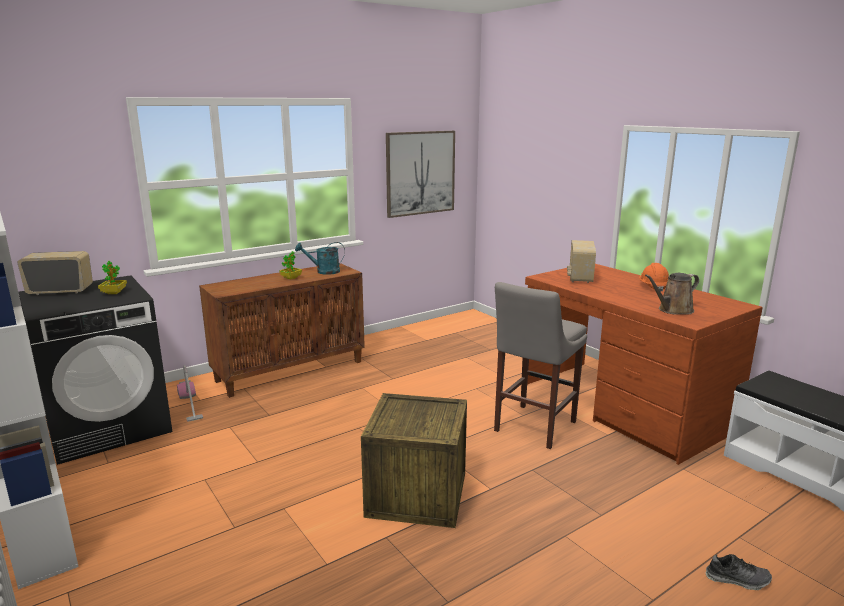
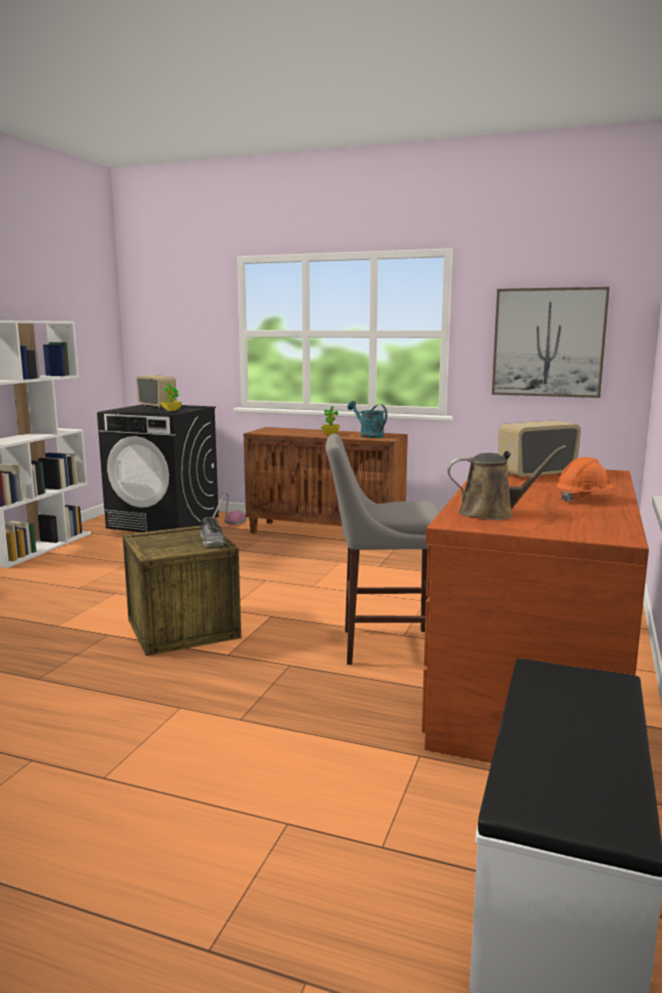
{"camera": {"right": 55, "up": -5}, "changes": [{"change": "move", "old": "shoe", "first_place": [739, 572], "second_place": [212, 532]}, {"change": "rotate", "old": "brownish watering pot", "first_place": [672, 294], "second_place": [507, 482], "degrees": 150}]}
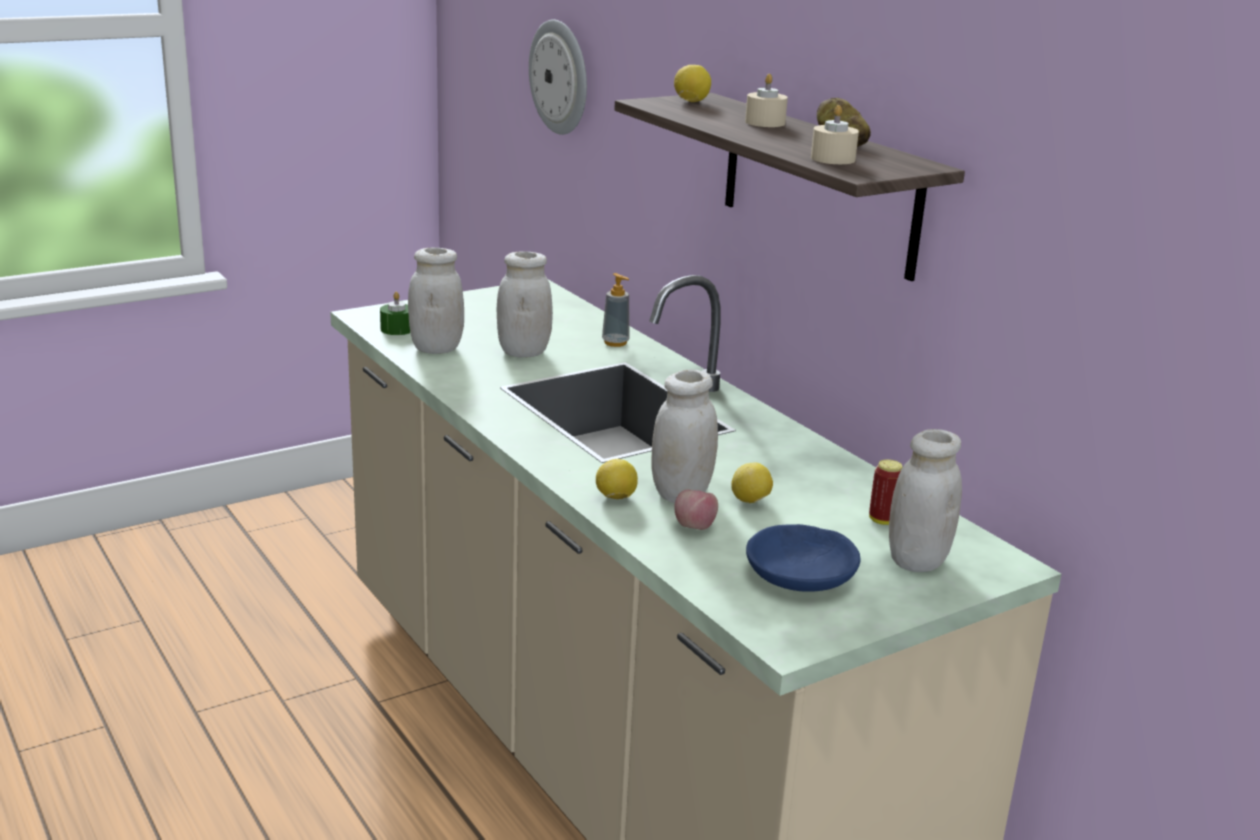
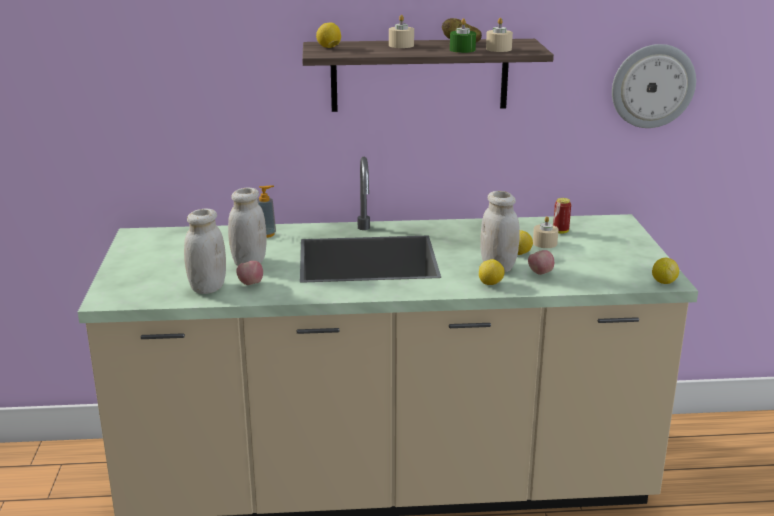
{"camera": {"right": -60, "up": 0}, "changes": [{"change": "insert", "new": "apple", "second_place": [249, 273]}, {"change": "move", "old": "green-coloured candle", "first_place": [395, 313], "second_place": [463, 35]}, {"change": "insert", "new": "beige candle", "second_place": [546, 232]}, {"change": "move", "old": "wall clock", "first_place": [558, 77], "second_place": [654, 86]}, {"change": "insert", "new": "whole lemon", "second_place": [665, 271]}, {"change": "delete", "old": "blue-coloured bowl", "first_place": [803, 558]}, {"change": "delete", "old": "white-coloured jar", "first_place": [925, 500]}]}
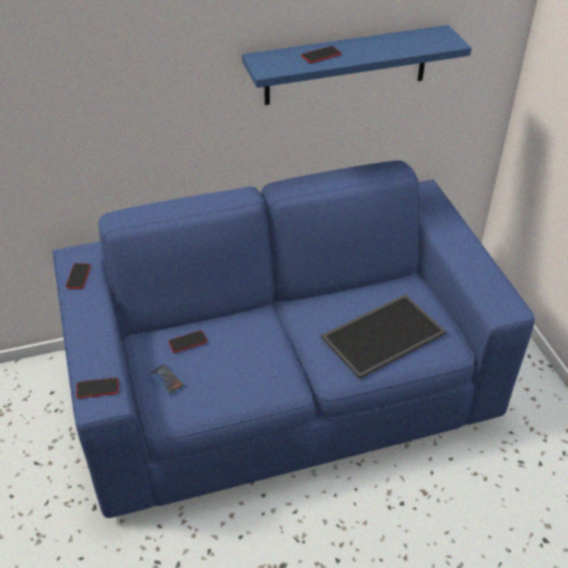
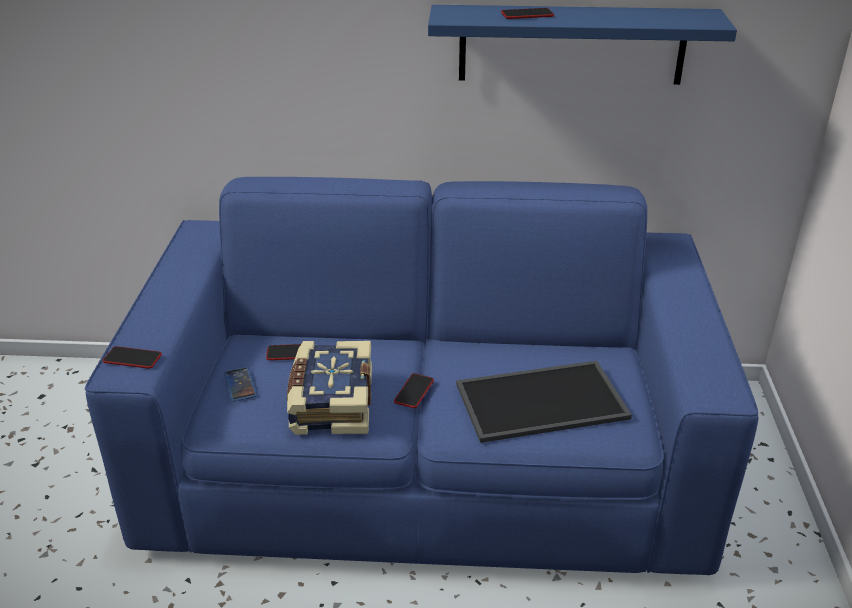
{"camera": {"right": 20, "up": -10}, "changes": [{"change": "insert", "new": "volume", "second_place": [329, 388]}, {"change": "move", "old": "telephone", "first_place": [78, 276], "second_place": [414, 390]}]}
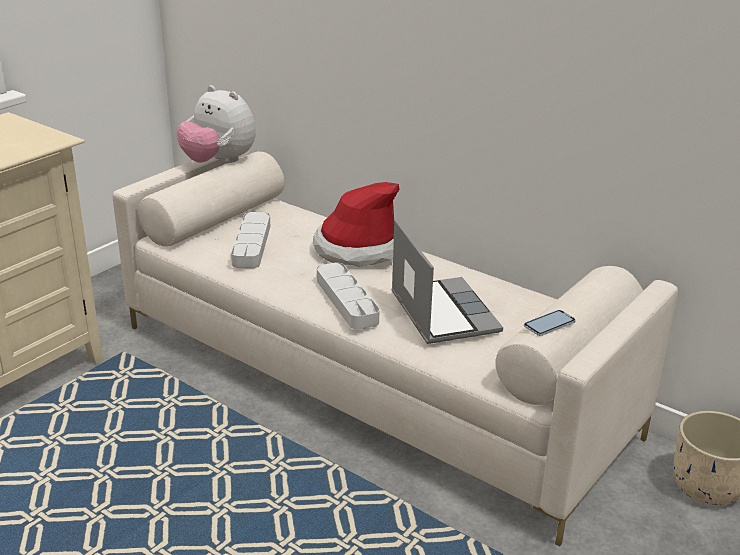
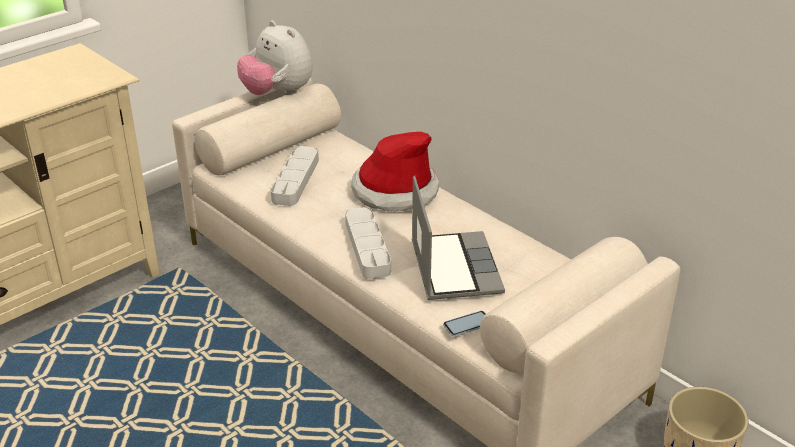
{"camera": {"right": 10, "up": 5}, "changes": [{"change": "move", "old": "telephone", "first_place": [550, 323], "second_place": [464, 324]}]}
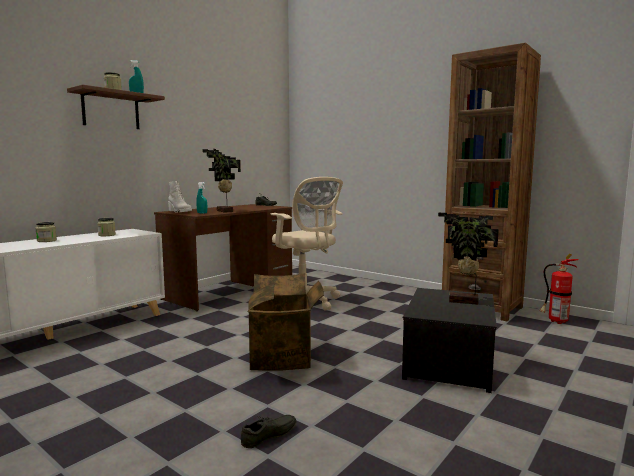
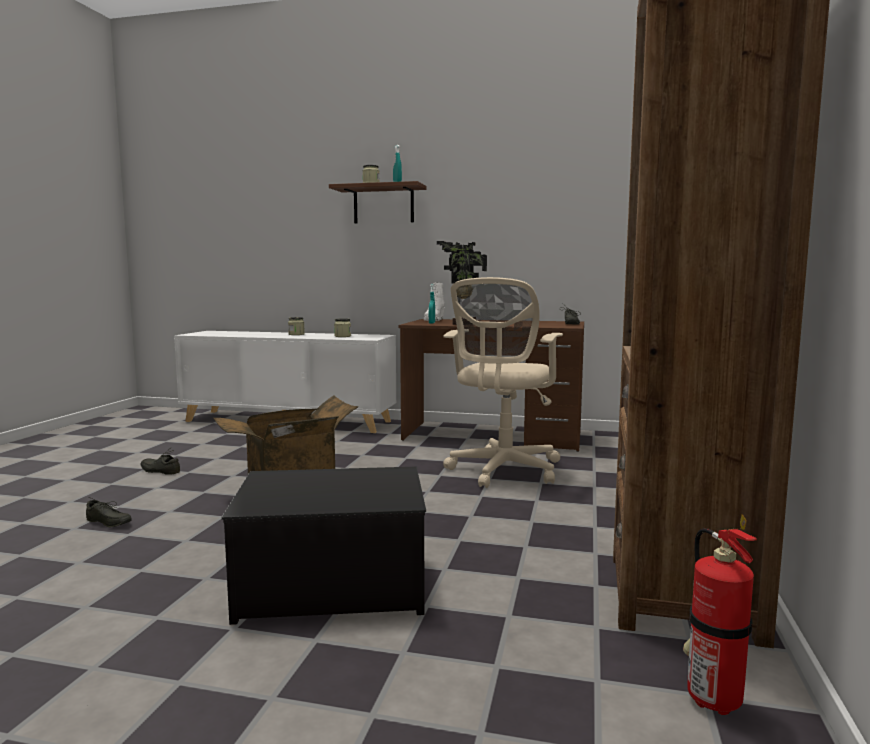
{"camera": {"right": 65, "up": 0}, "changes": [{"change": "insert", "new": "gray shoe", "second_place": [160, 460]}, {"change": "delete", "old": "plant in a pot", "first_place": [468, 258]}]}
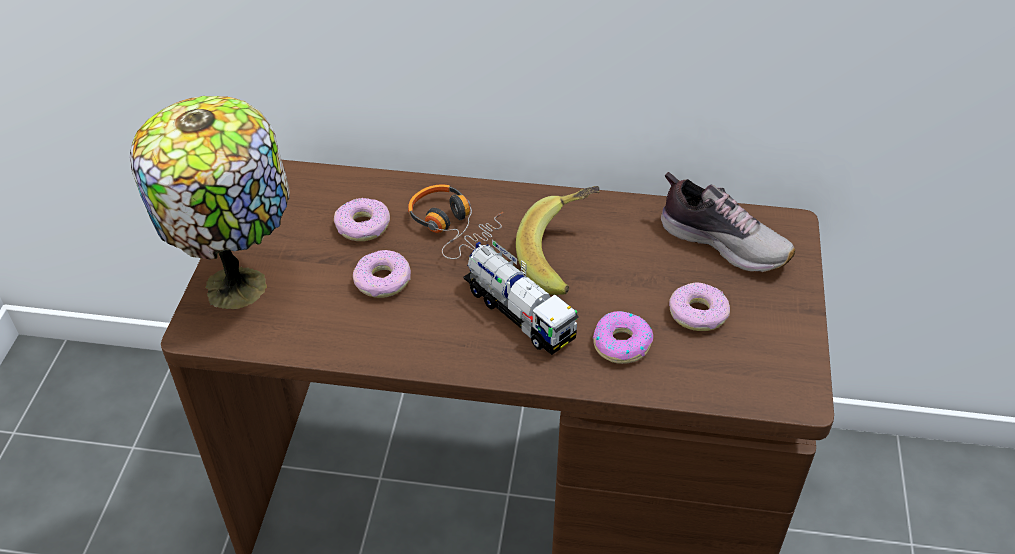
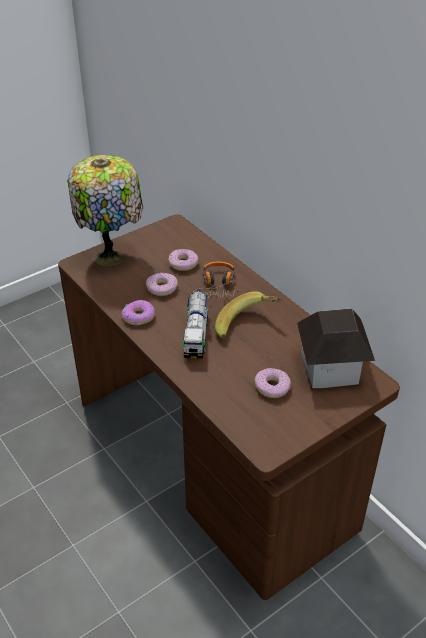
{"camera": {"right": 45, "up": -5}, "changes": [{"change": "move", "old": "ring doughnut", "first_place": [623, 337], "second_place": [138, 312]}, {"change": "replace", "old": "shoe", "new": "miniature house", "first_place": [728, 222], "second_place": [336, 348]}]}
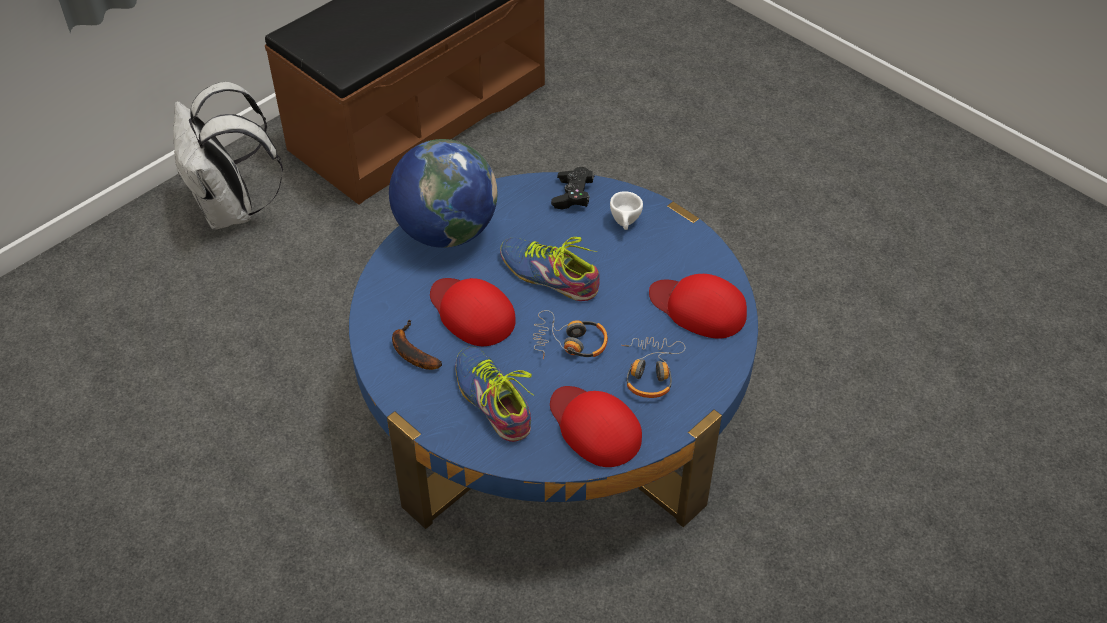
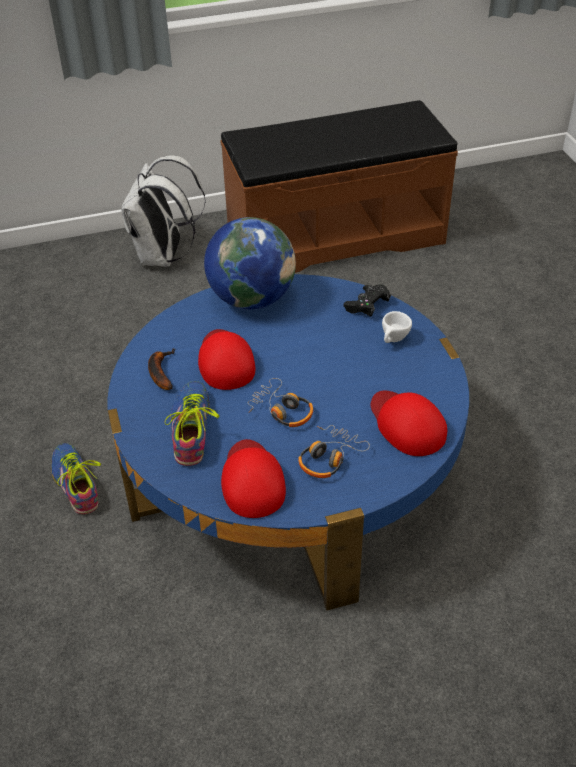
{"camera": {"right": 30, "up": -5}, "changes": [{"change": "move", "old": "shoe", "first_place": [550, 269], "second_place": [76, 478]}]}
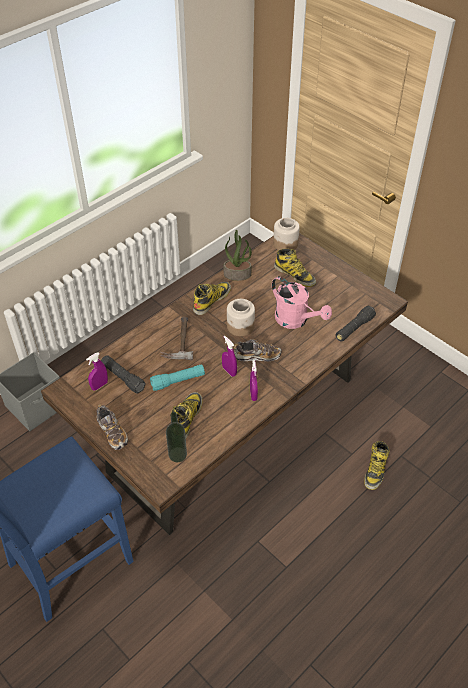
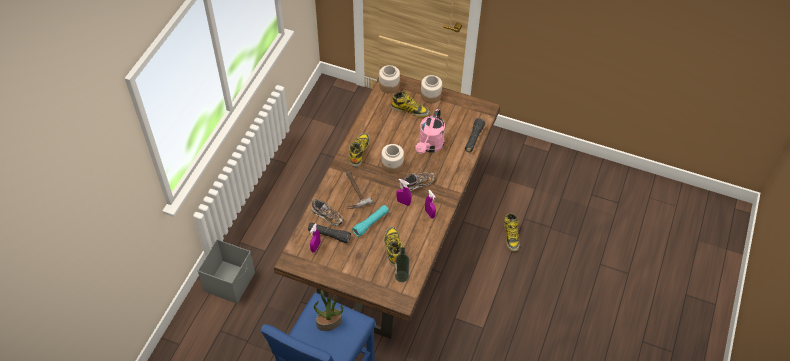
{"camera": {"right": -25, "up": 5}, "changes": [{"change": "move", "old": "shoe", "first_place": [112, 427], "second_place": [327, 212]}, {"change": "move", "old": "plant in a pot", "first_place": [238, 255], "second_place": [328, 310]}, {"change": "rotate", "old": "pink-coloured watering pot", "first_place": [302, 302], "second_place": [430, 131], "degrees": 90}, {"change": "insert", "new": "jar", "second_place": [431, 89]}]}
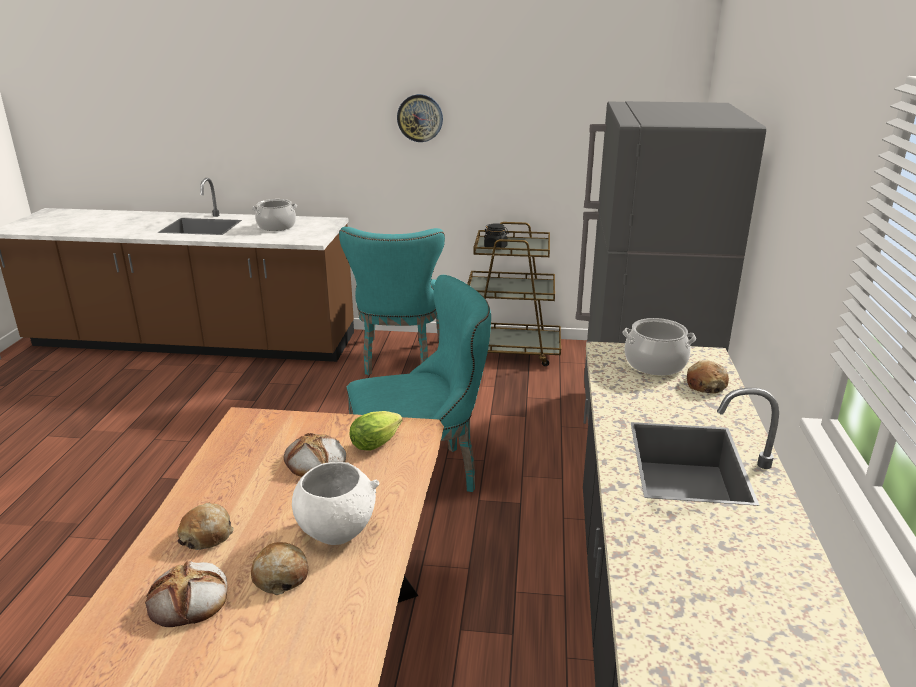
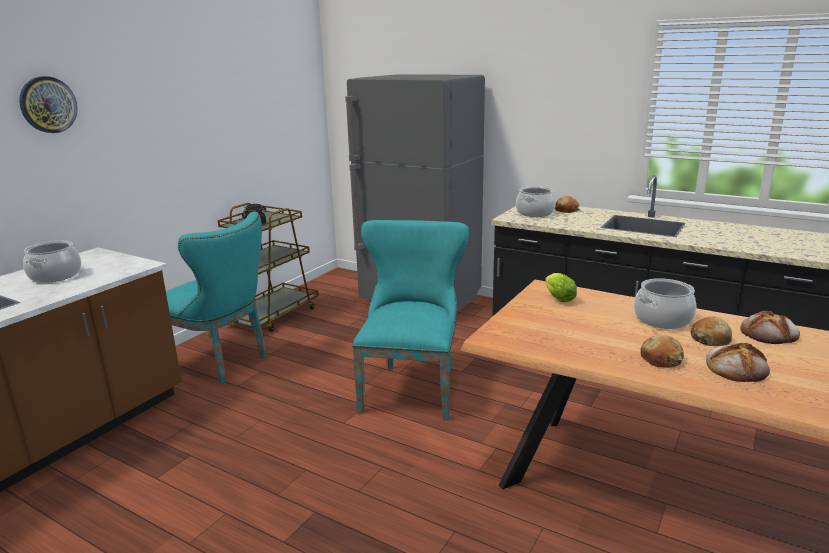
{"camera": {"right": -65, "up": -5}, "changes": [{"change": "move", "old": "wall clock", "first_place": [420, 118], "second_place": [48, 104]}, {"change": "replace", "old": "white-coloured bowl", "new": "saucepot", "first_place": [335, 503], "second_place": [665, 303]}, {"change": "move", "old": "baked bread", "first_place": [315, 455], "second_place": [770, 327]}]}
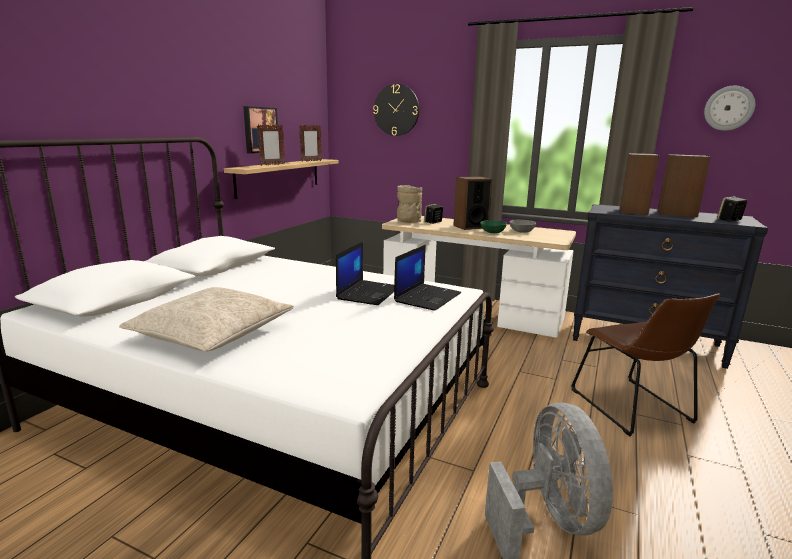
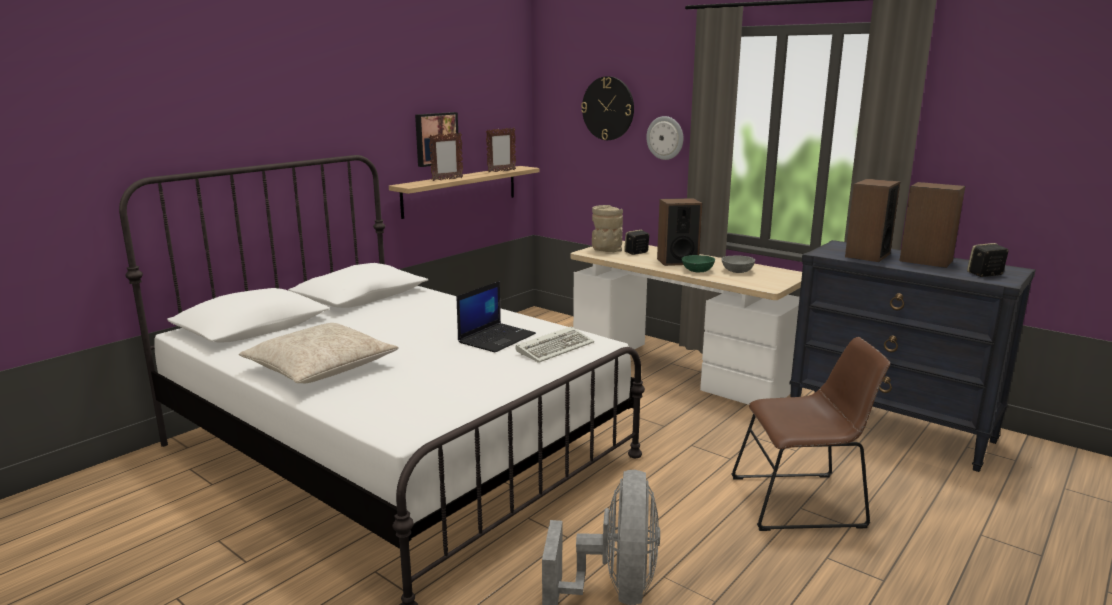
{"camera": {"right": 15, "up": 0}, "changes": [{"change": "replace", "old": "portable computer", "new": "computer keyboard", "first_place": [427, 278], "second_place": [554, 344]}, {"change": "move", "old": "wall clock", "first_place": [729, 108], "second_place": [664, 138]}, {"change": "rotate", "old": "brownish upright chair", "first_place": [645, 364], "second_place": [810, 434], "degrees": -90}]}
